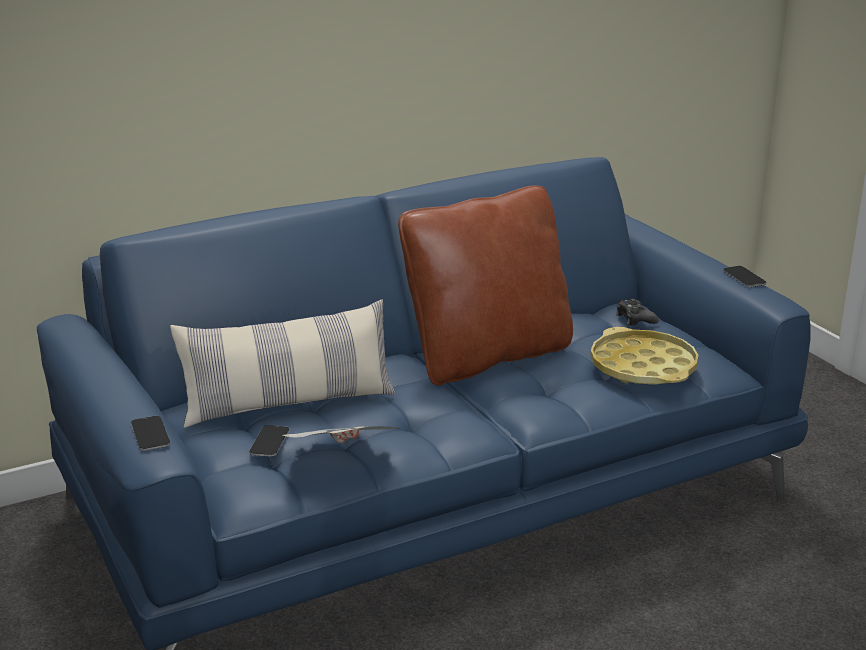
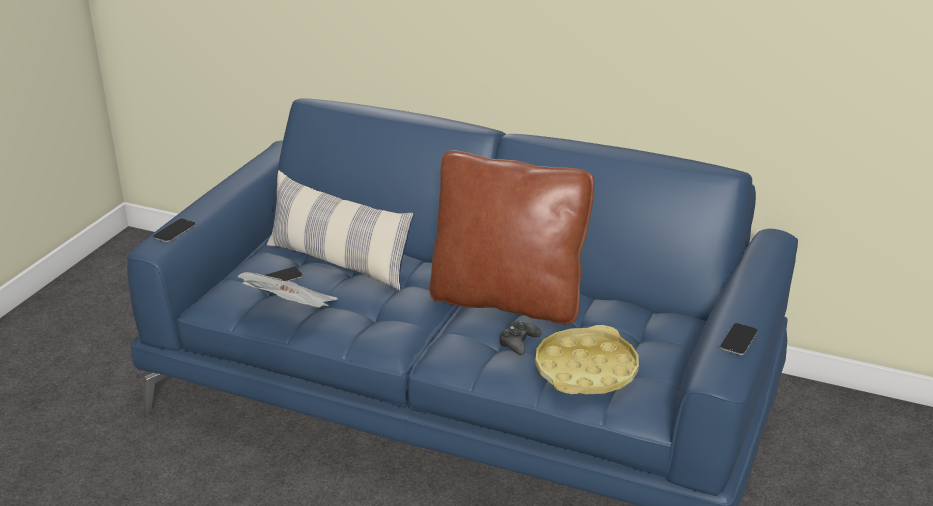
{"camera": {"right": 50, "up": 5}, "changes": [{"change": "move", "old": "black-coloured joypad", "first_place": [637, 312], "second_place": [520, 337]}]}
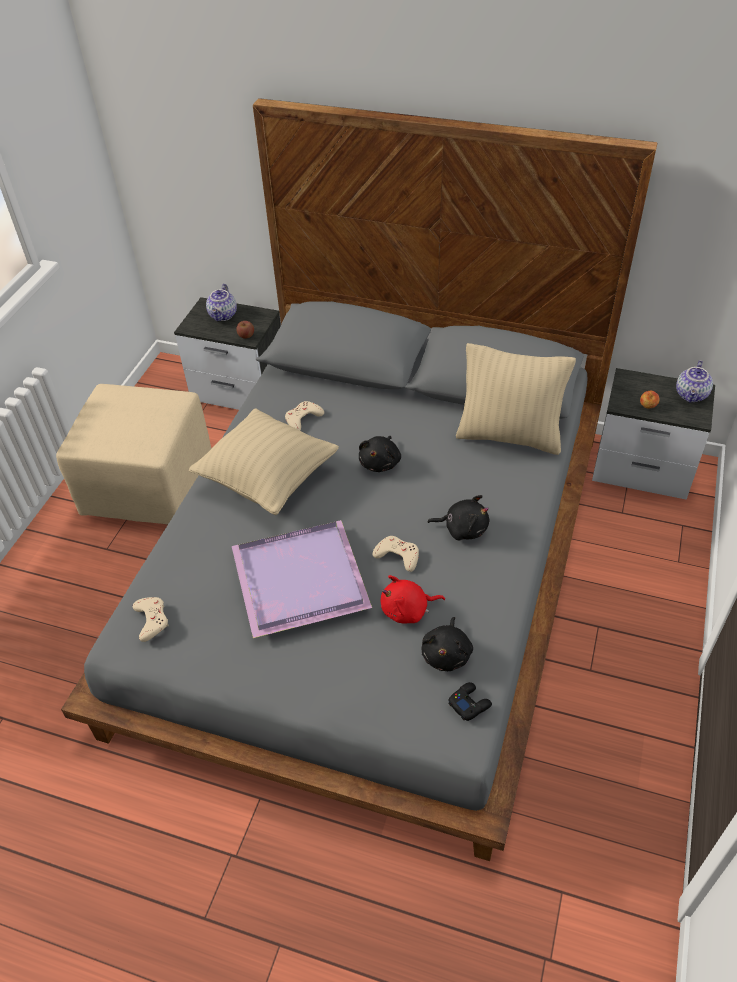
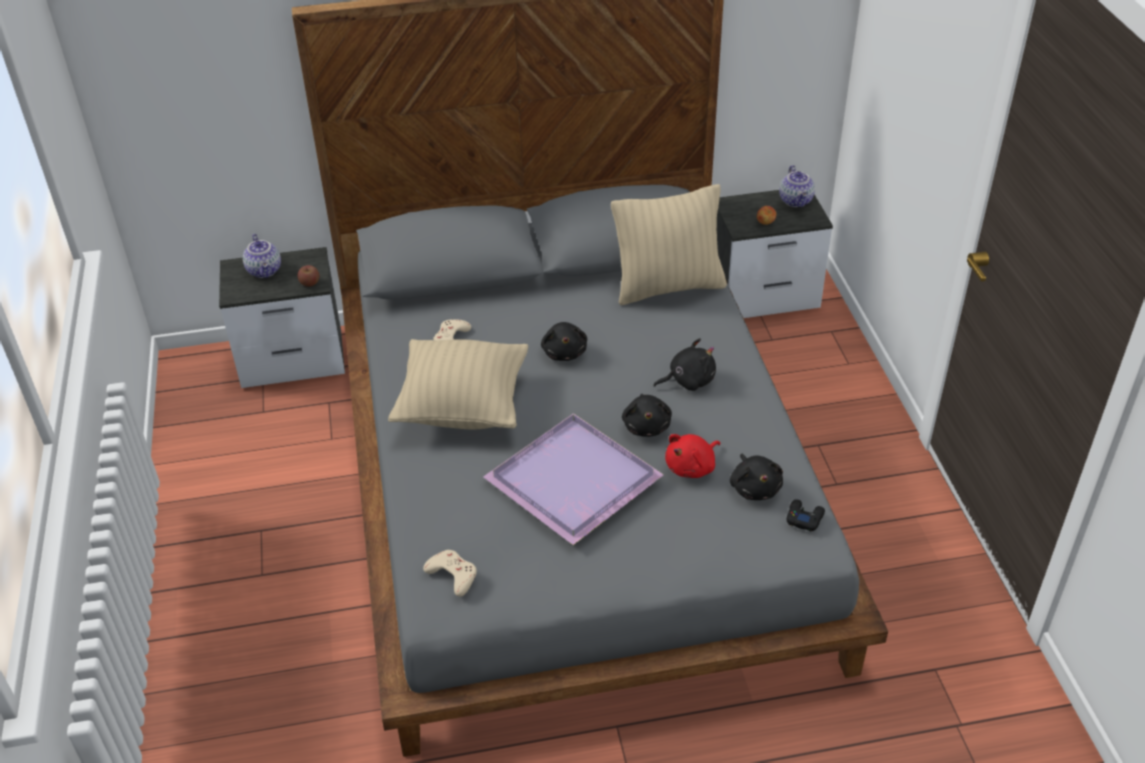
{"camera": {"right": -30, "up": -5}, "changes": [{"change": "replace", "old": "beige joypad", "new": "black-coloured cuddly toy", "first_place": [396, 554], "second_place": [647, 415]}, {"change": "delete", "old": "beige ottoman", "first_place": [134, 454]}]}
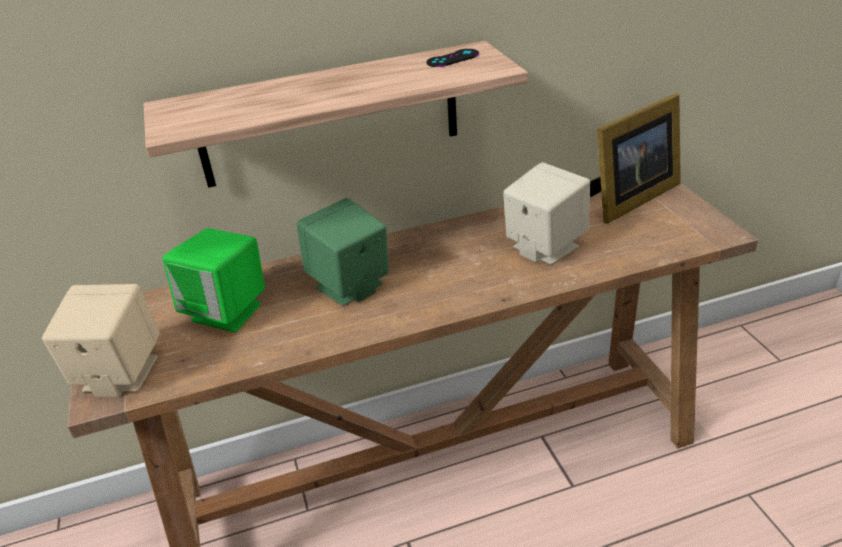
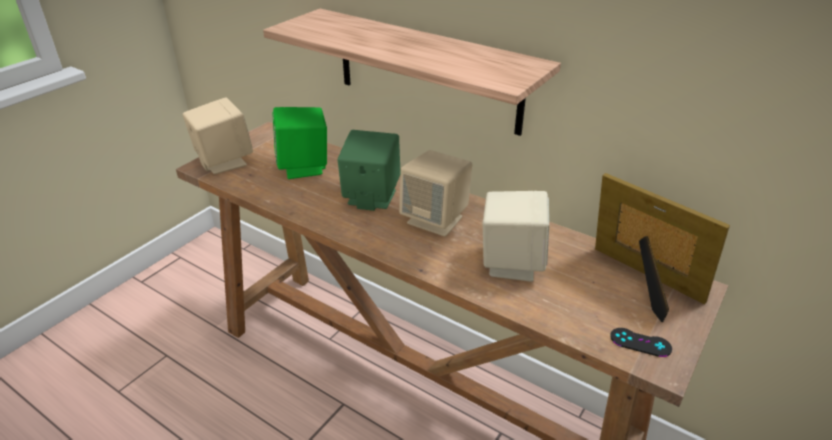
{"camera": {"right": 50, "up": 0}, "changes": [{"change": "insert", "new": "beige loudspeaker", "second_place": [435, 193]}, {"change": "rotate", "old": "picture frame", "first_place": [635, 158], "second_place": [662, 247], "degrees": -150}, {"change": "move", "old": "black-coloured joypad", "first_place": [452, 58], "second_place": [641, 342]}]}
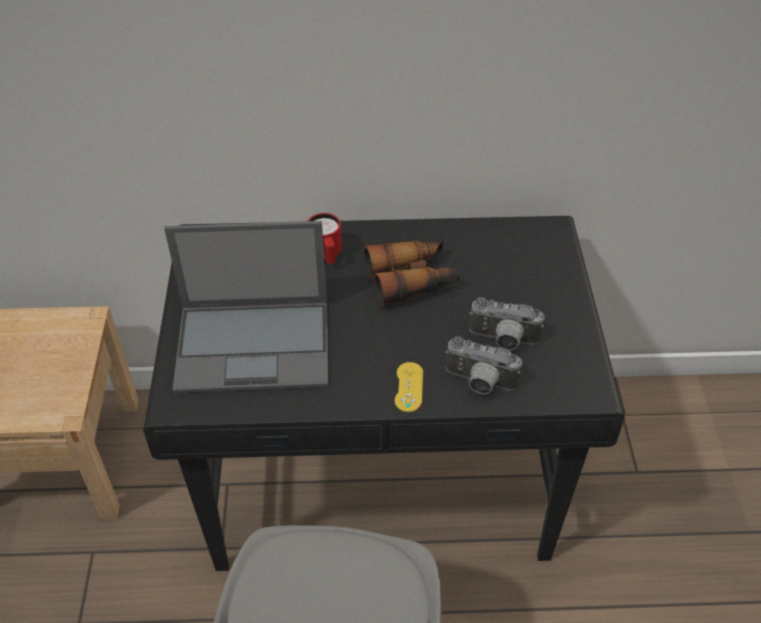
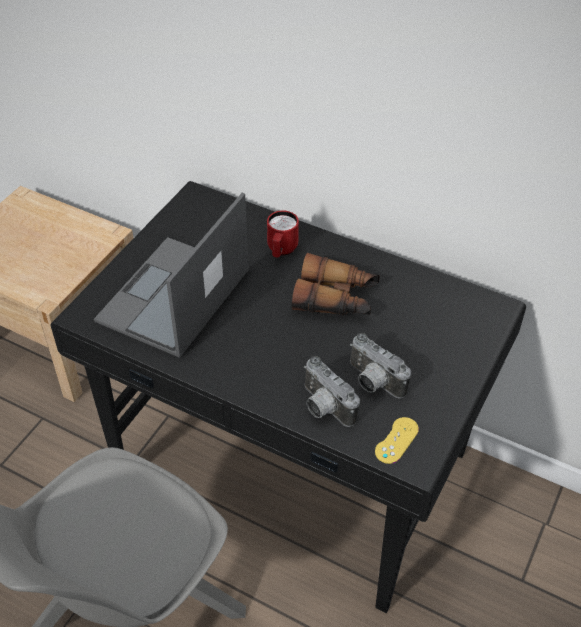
{"camera": {"right": 30, "up": 0}, "changes": [{"change": "rotate", "old": "portable computer", "first_place": [246, 307], "second_place": [171, 275], "degrees": 90}, {"change": "move", "old": "yellow joypad", "first_place": [409, 387], "second_place": [397, 440]}]}
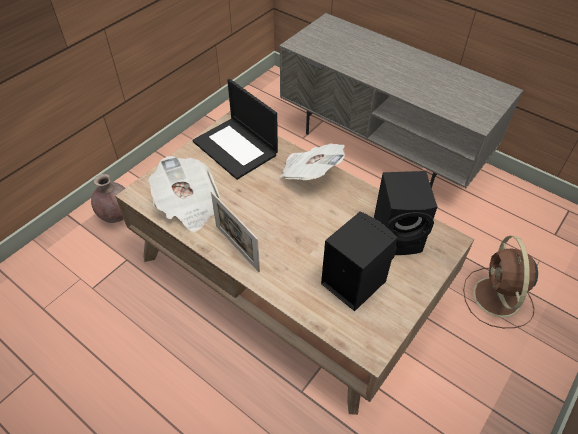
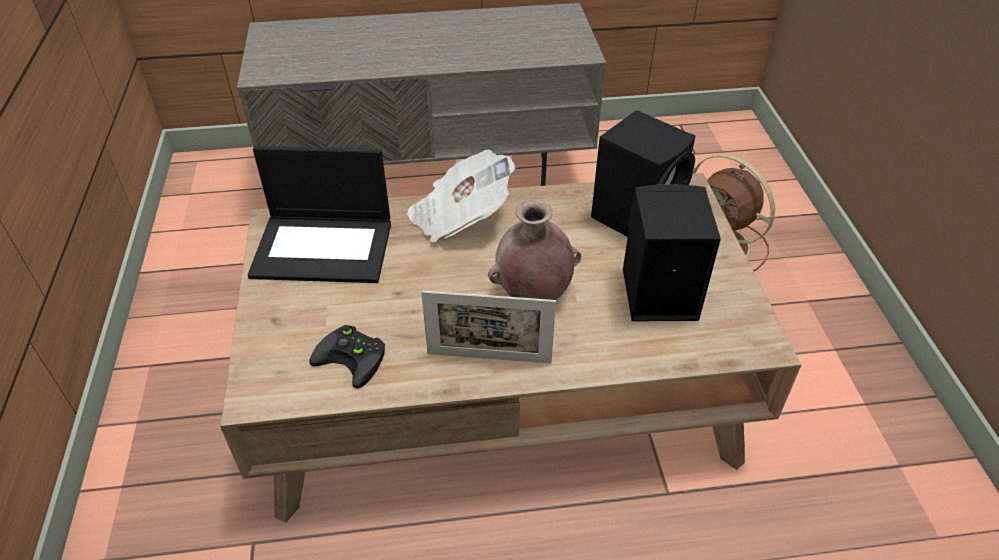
{"camera": {"right": -45, "up": -5}, "changes": [{"change": "replace", "old": "printed paper", "new": "black-coloured joypad", "first_place": [184, 194], "second_place": [347, 357]}, {"change": "move", "old": "brownish decorative vase", "first_place": [108, 198], "second_place": [534, 250]}]}
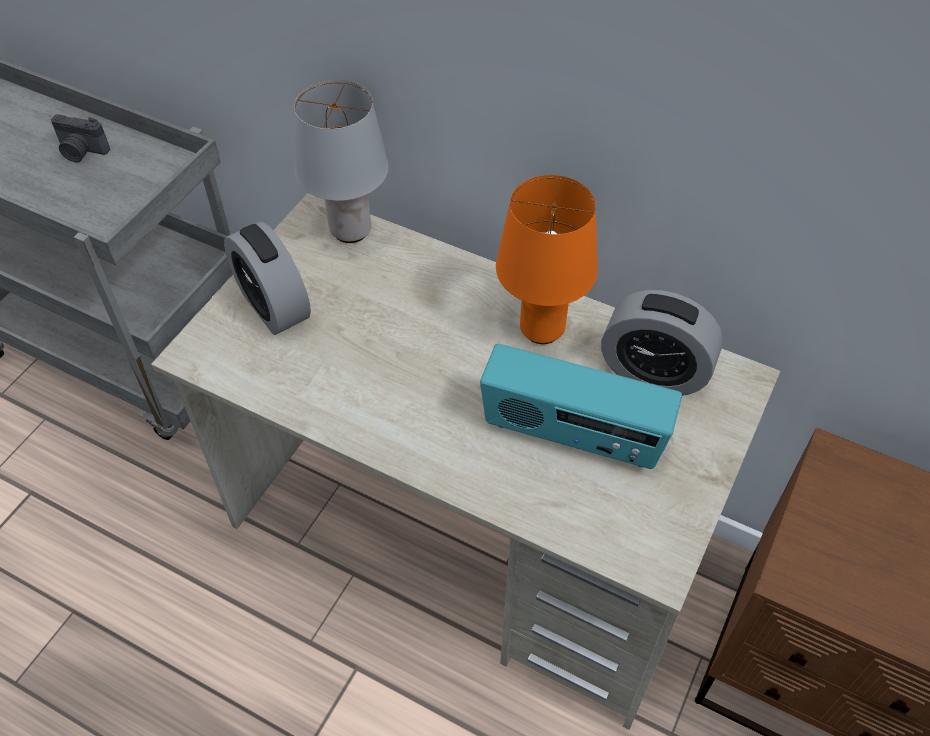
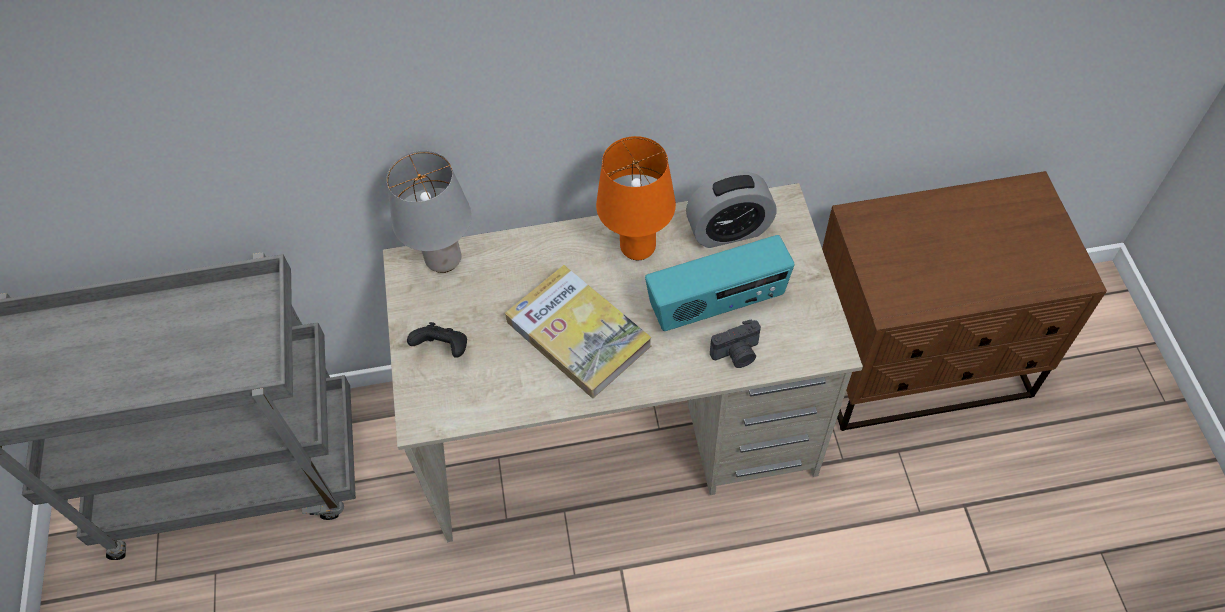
{"camera": {"right": -35, "up": 5}, "changes": [{"change": "replace", "old": "alarm clock", "new": "black-coloured joypad", "first_place": [267, 278], "second_place": [437, 340]}, {"change": "insert", "new": "volume", "second_place": [578, 331]}, {"change": "move", "old": "photo camera", "first_place": [80, 138], "second_place": [735, 344]}]}
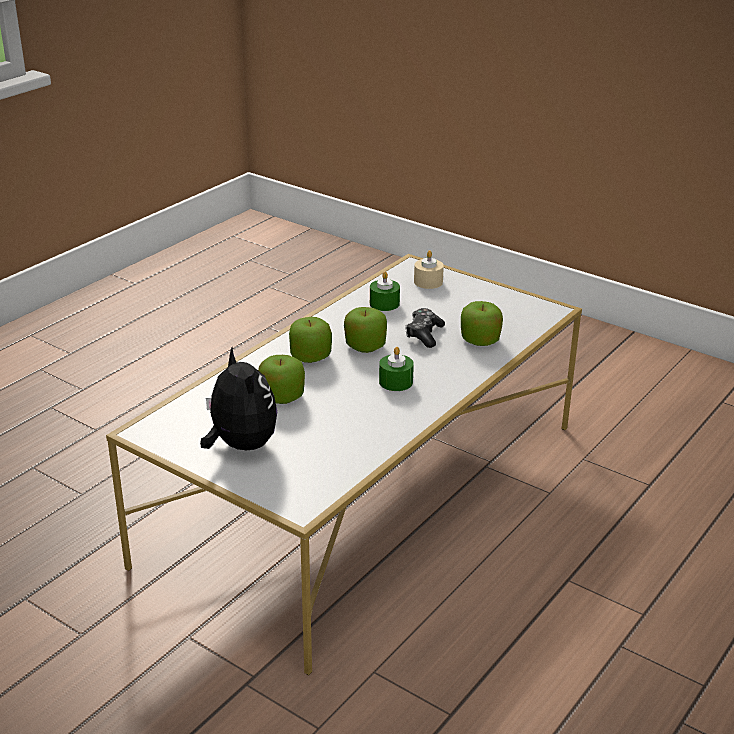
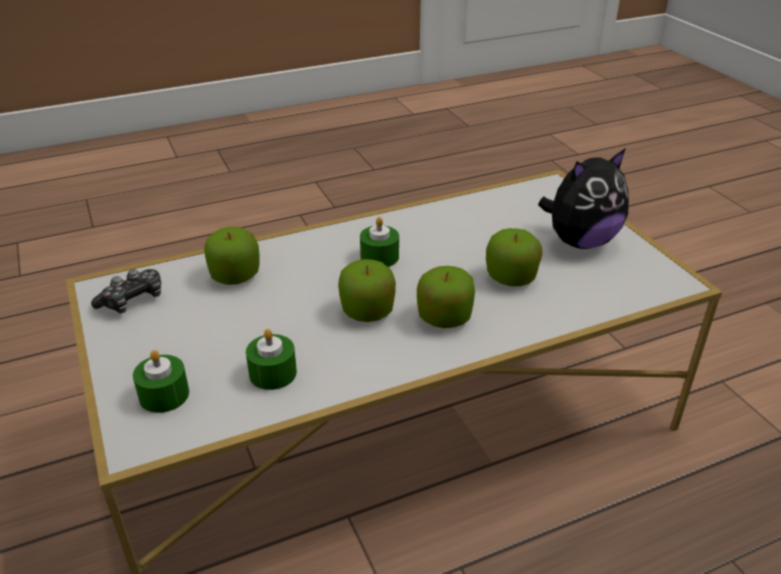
{"camera": {"right": -150, "up": 5}, "changes": [{"change": "move", "old": "joypad", "first_place": [425, 328], "second_place": [126, 291]}, {"change": "recolor", "old": "beige candle", "new": "green-coloured candle", "first_place": [429, 269], "second_place": [161, 381]}, {"change": "rotate", "old": "cuddly toy", "first_place": [238, 399], "second_place": [583, 198], "degrees": -120}]}
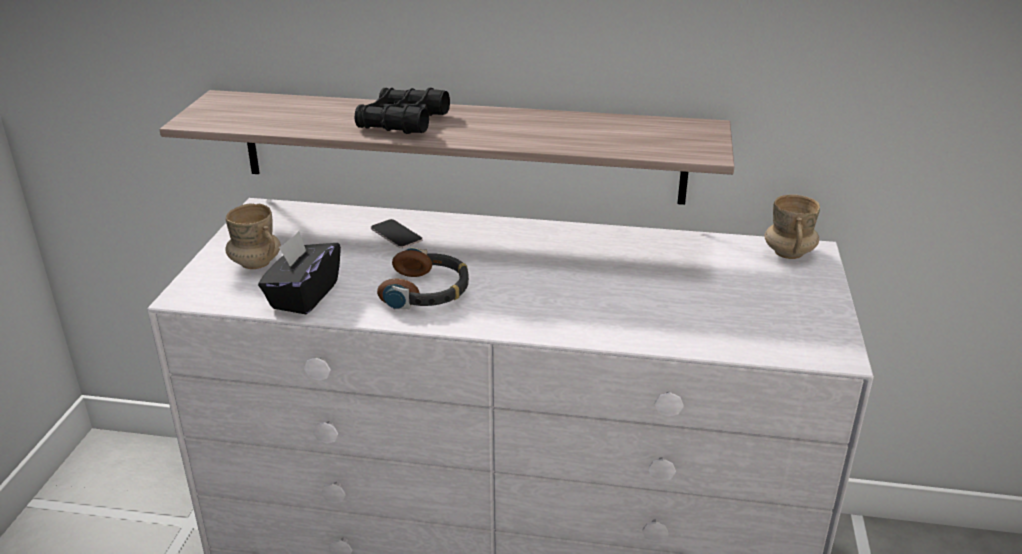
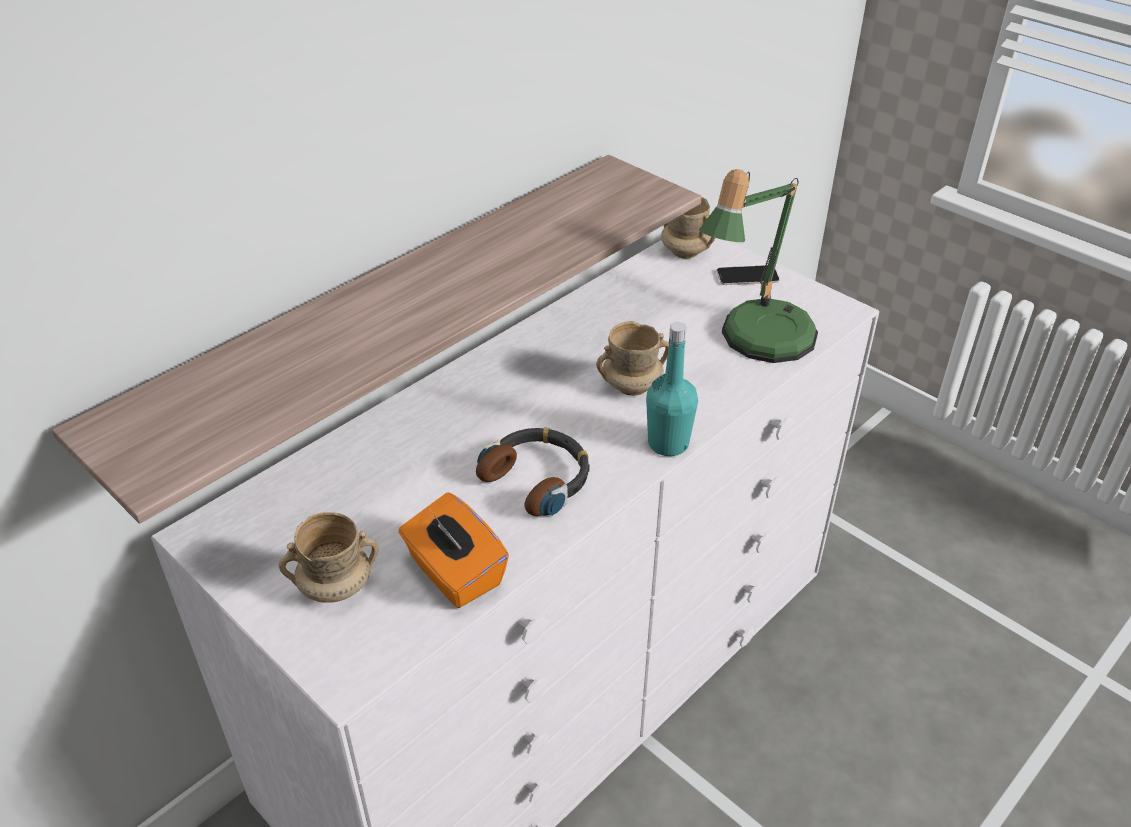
{"camera": {"right": -55, "up": 10}, "changes": [{"change": "recolor", "old": "black-coloured tissue holder", "new": "orangey tissue holder", "first_place": [299, 272], "second_place": [453, 550]}, {"change": "insert", "new": "beige mug", "second_place": [632, 358]}, {"change": "insert", "new": "blue-green bottle", "second_place": [672, 389]}, {"change": "insert", "new": "tabletop lamp", "second_place": [758, 266]}, {"change": "move", "old": "telephone", "first_place": [397, 233], "second_place": [748, 275]}, {"change": "delete", "old": "black-coloured pair of binoculars", "first_place": [402, 111]}]}
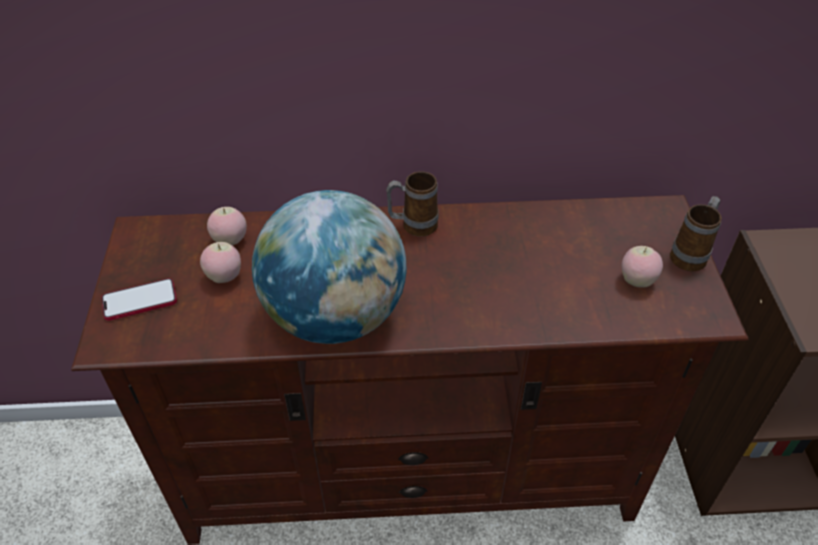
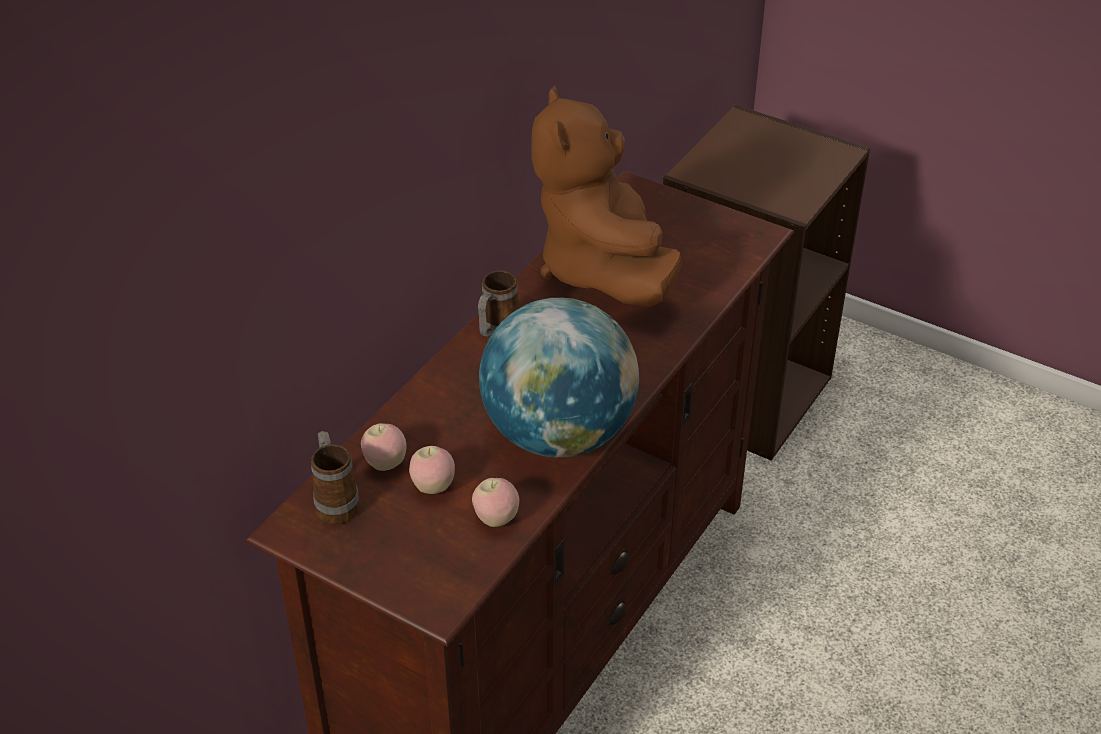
{"camera": {"right": -55, "up": -5}, "changes": [{"change": "move", "old": "mug", "first_place": [696, 233], "second_place": [335, 477]}, {"change": "move", "old": "apple", "first_place": [642, 267], "second_place": [495, 502]}, {"change": "insert", "new": "brownish cuddly toy", "second_place": [606, 196]}, {"change": "delete", "old": "telephone", "first_place": [139, 299]}]}
